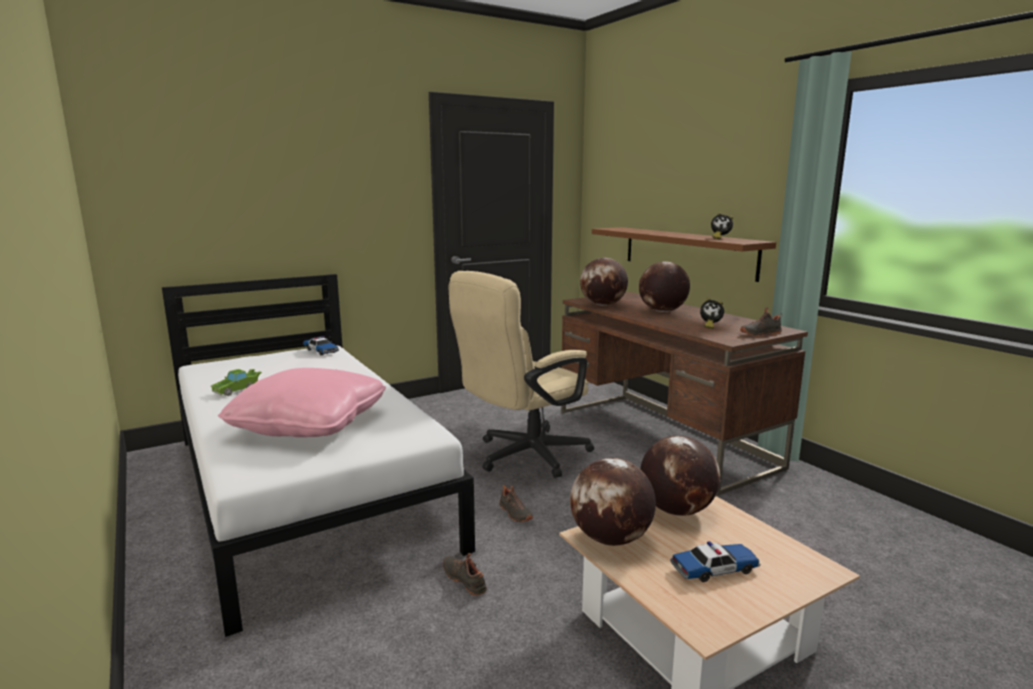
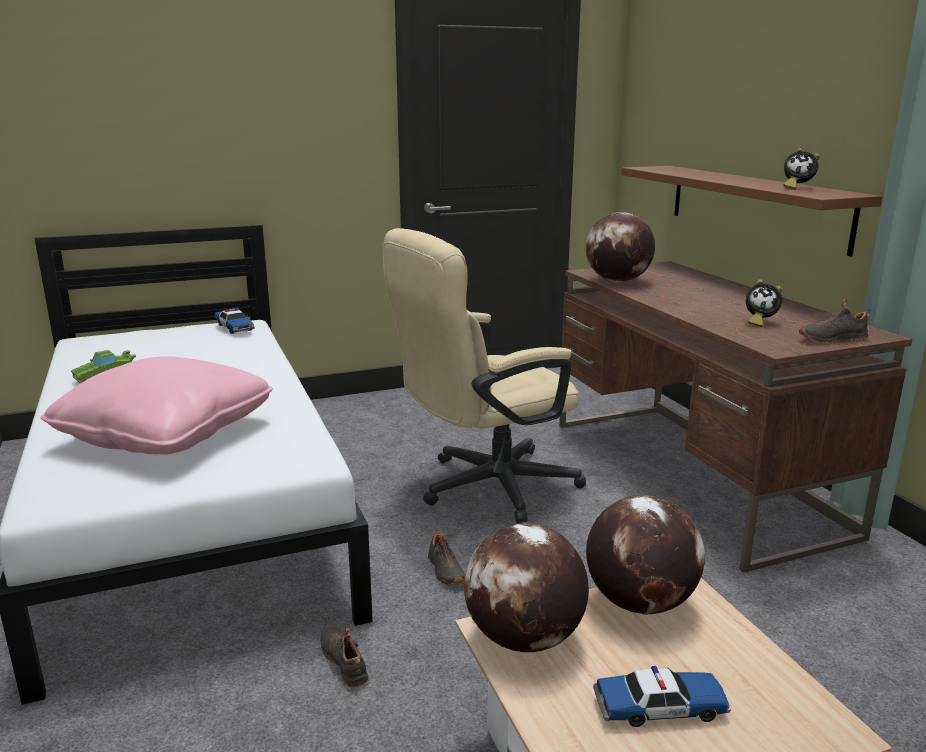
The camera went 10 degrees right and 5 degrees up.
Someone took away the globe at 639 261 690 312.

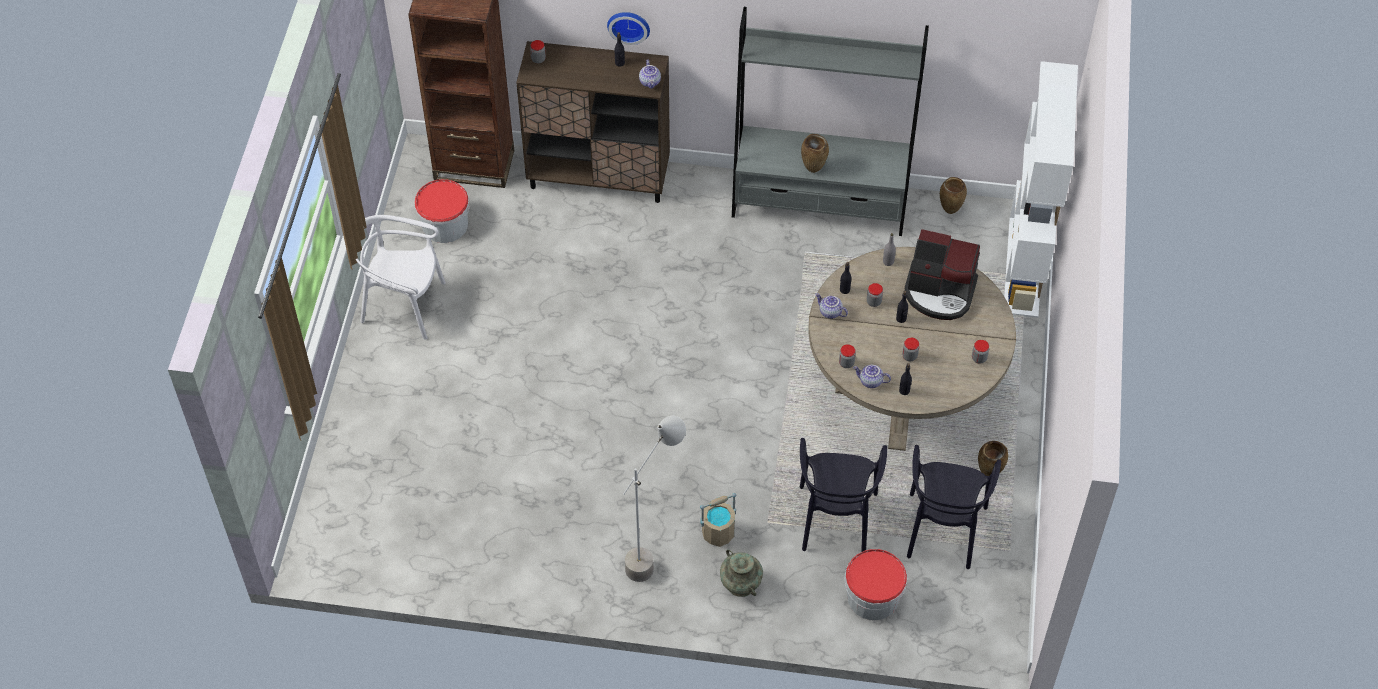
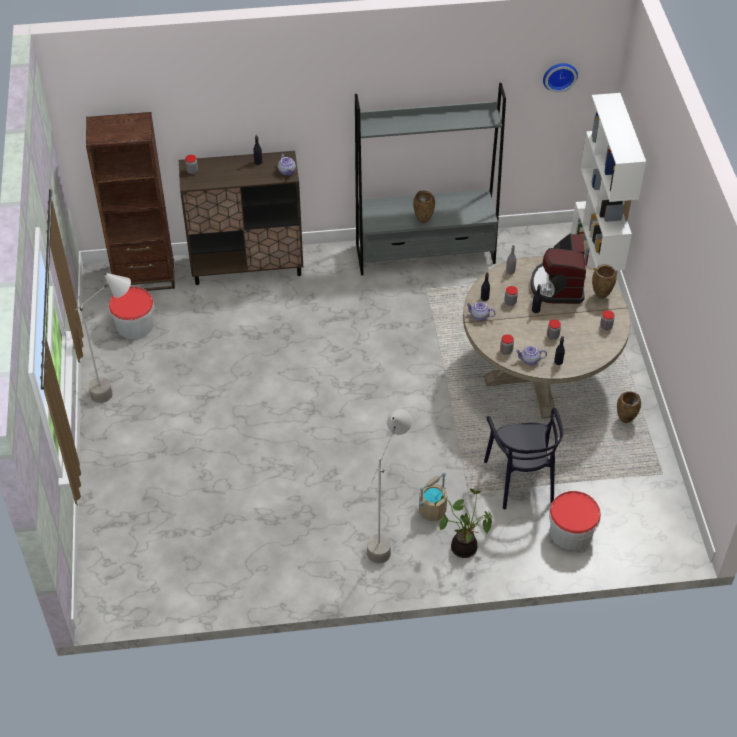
The camera went 15 degrees left and 5 degrees down.
Someone carried the horloge murale from 607 12 650 45 to 543 63 578 93.
Someone carried the vase/marron from 940 177 967 214 to 592 264 617 299.
Someone swapped the chaise/blanc at 356 215 446 340 for the lampadaire/gris at 75 273 131 403.
Someone rotated the machine à café at 905 229 980 320 by 90 degrees clockwise.
Someone took away the chaise/noir at 907 445 1001 569.
Someone swapped the vase/turquoise at 720 549 763 597 for the plante en pot at 434 489 493 558.

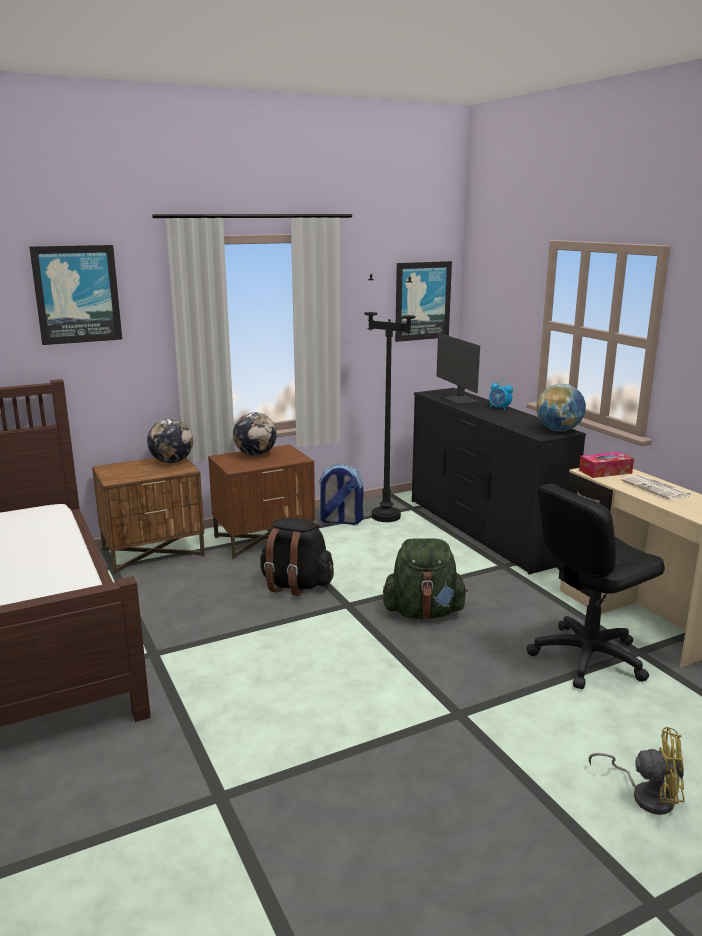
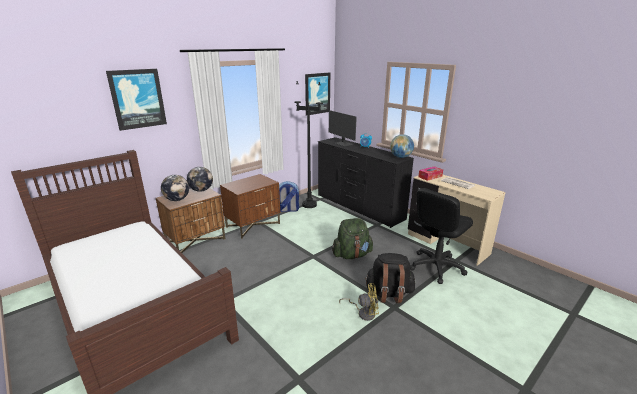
The camera went 15 degrees left and 5 degrees up.
Someone carried the globe from 233 412 277 456 to 161 175 189 201.
Someone carried the sac à dos/noir from 260 518 334 596 to 365 253 415 303.
Someone carried the ventilateur/jaune from 589 727 685 815 to 339 283 379 321.

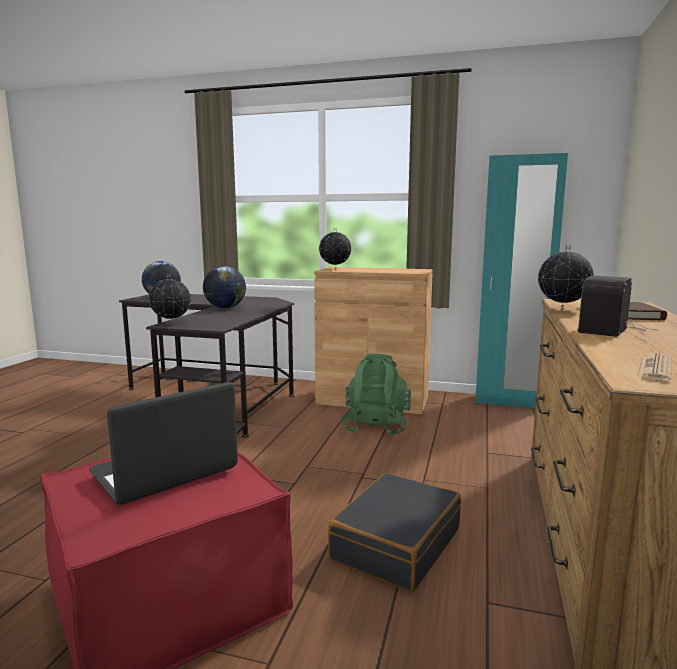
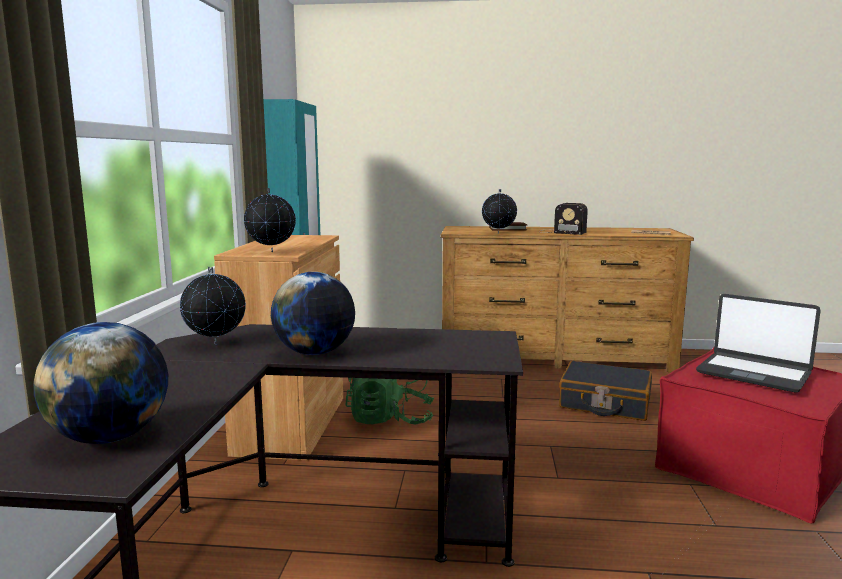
The camera went 100 degrees left and 0 degrees up.
Someone carried the globe from 149 274 191 324 to 180 267 246 345.

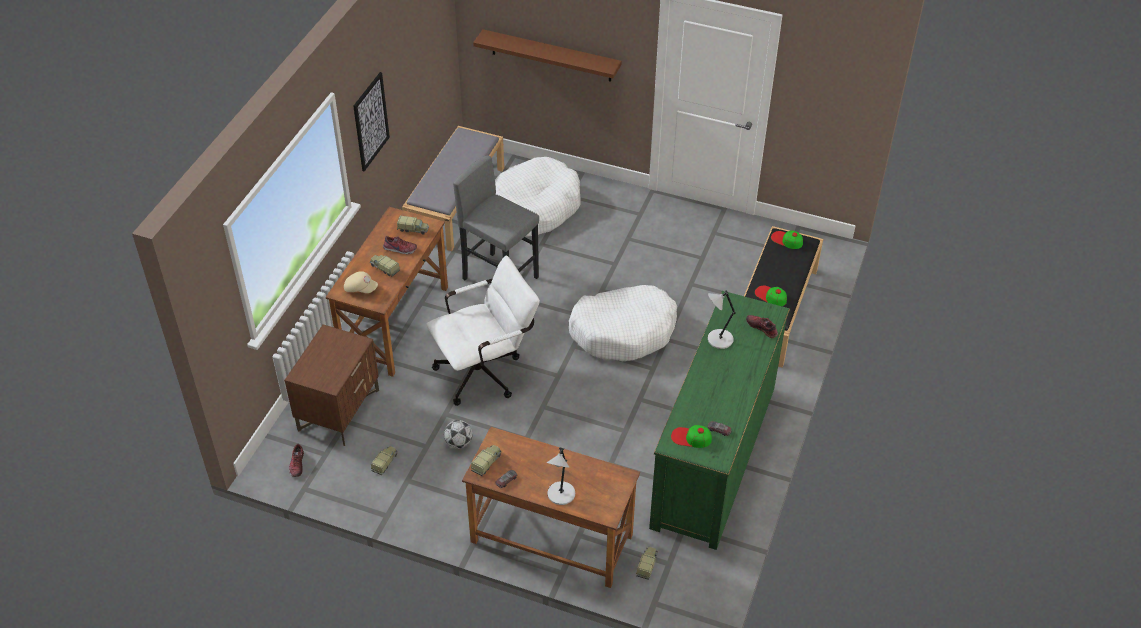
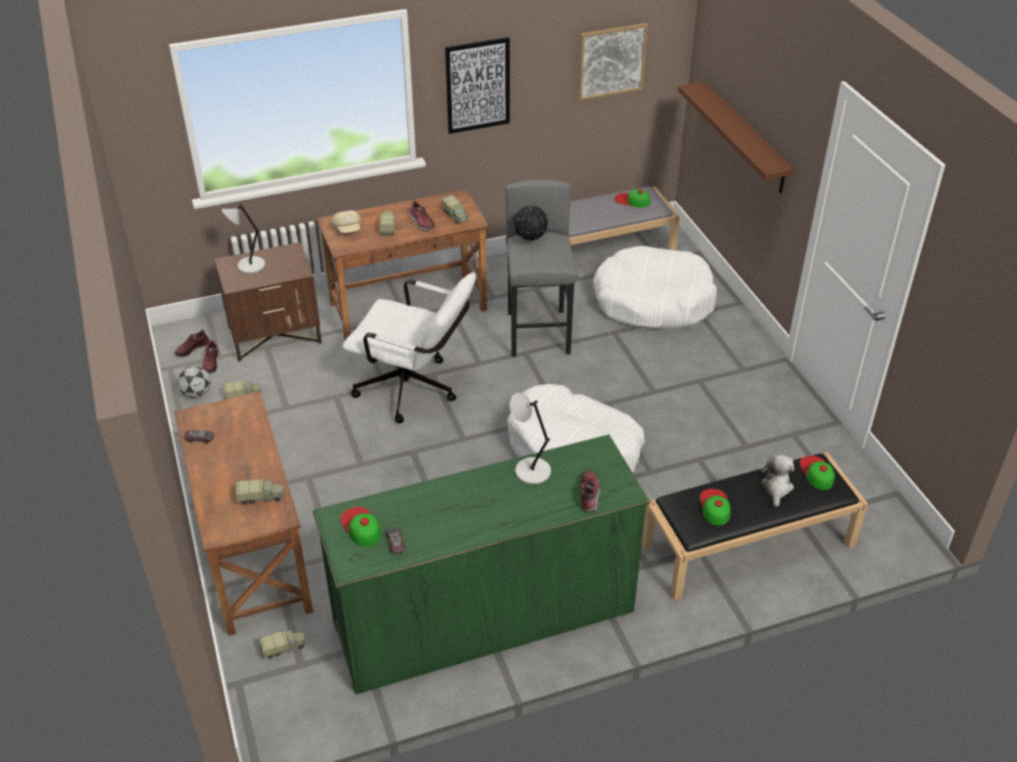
The camera went 50 degrees right and 5 degrees down.
Someone carried the ballon de foot from 444 420 473 449 to 177 366 211 398.
Someone carried the camion jouet from 471 445 502 476 to 236 479 284 505.
Someone carried the lampe de table/gris from 547 447 575 505 to 222 203 265 274.
Someone put up the tableau at 578 23 648 101.
Someone put down the casquette at 614 189 650 208.
Someone put down the globe at 513 204 548 242.
Someone put down the chaussure at 202 340 219 373.
Someone put down the peluche at 761 455 794 507.

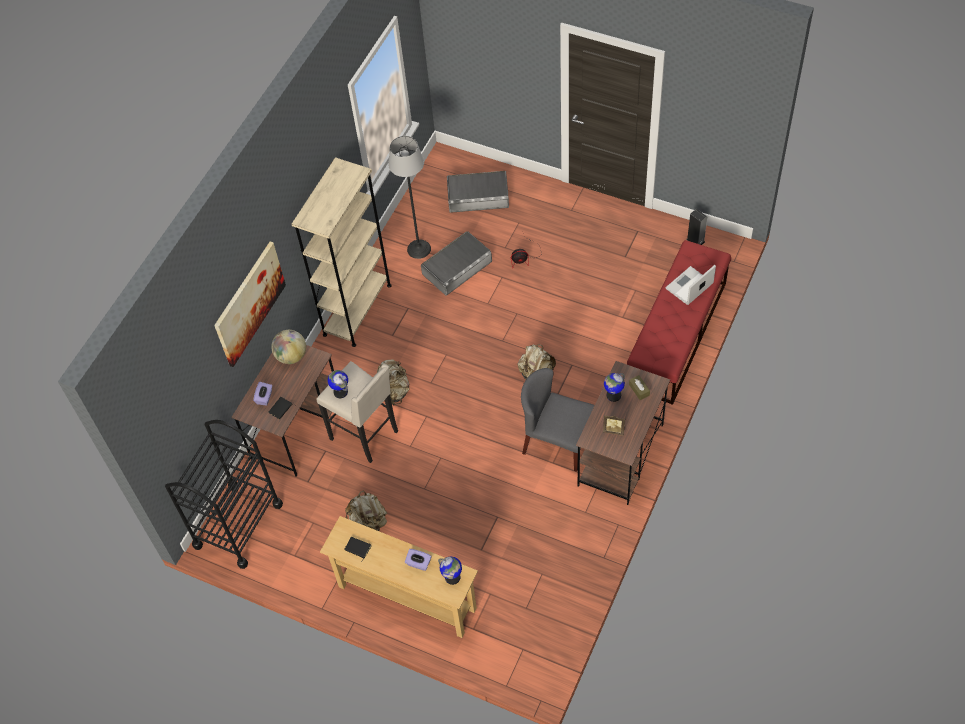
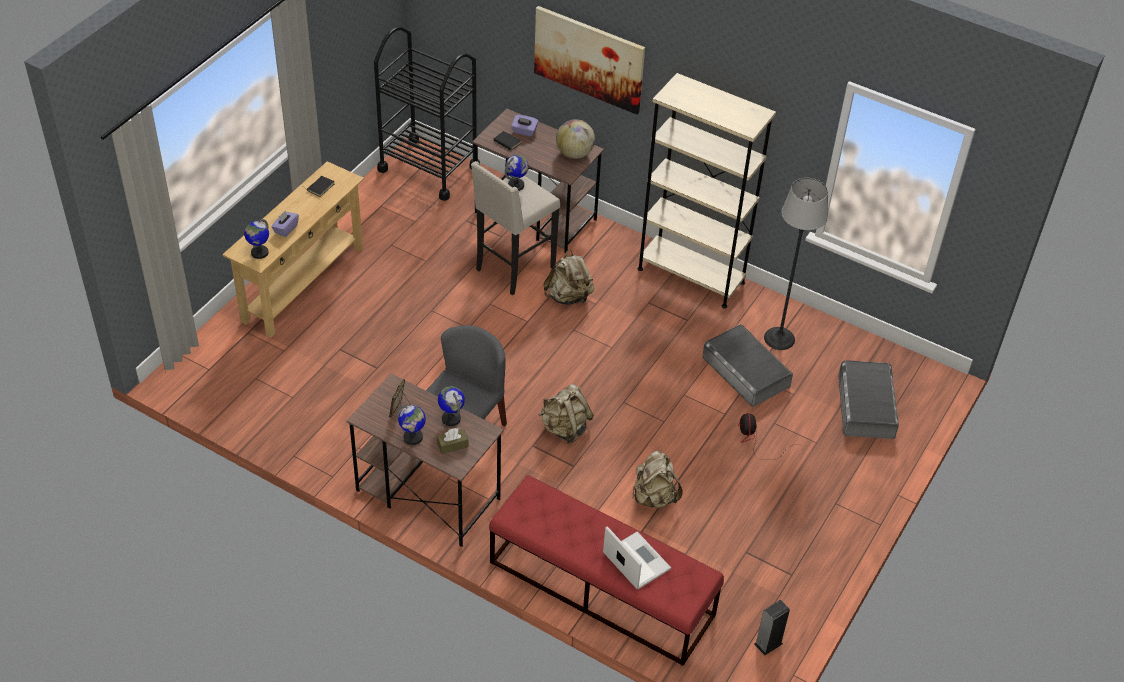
The camera went 90 degrees right and 10 degrees down.
Someone carried the sac à dos/beige from 345 491 387 531 to 632 451 683 509.
Someone put down the globe at 397 405 426 445.

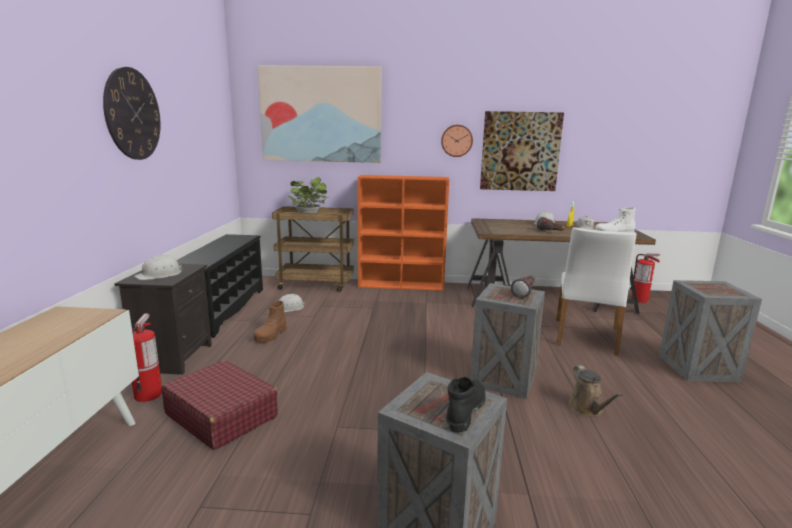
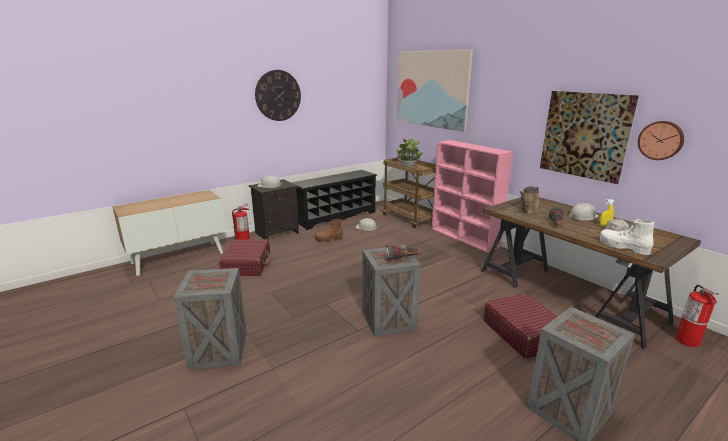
The camera went 50 degrees right and 5 degrees up.
Someone carried the horloge murale from 441 125 473 157 to 638 121 684 160.
Someone repainted the bibliothèque/orange at 358 175 449 291, which became the bibliothèque/rose at 432 140 513 253.
Someone swapped the chaise/blanc at 556 227 637 356 for the valise/rouge at 484 294 557 359.
Someone carried the arrosoir/marron from 568 365 623 417 to 517 186 540 215.
Someone took away the botte/noir at 446 377 485 433.

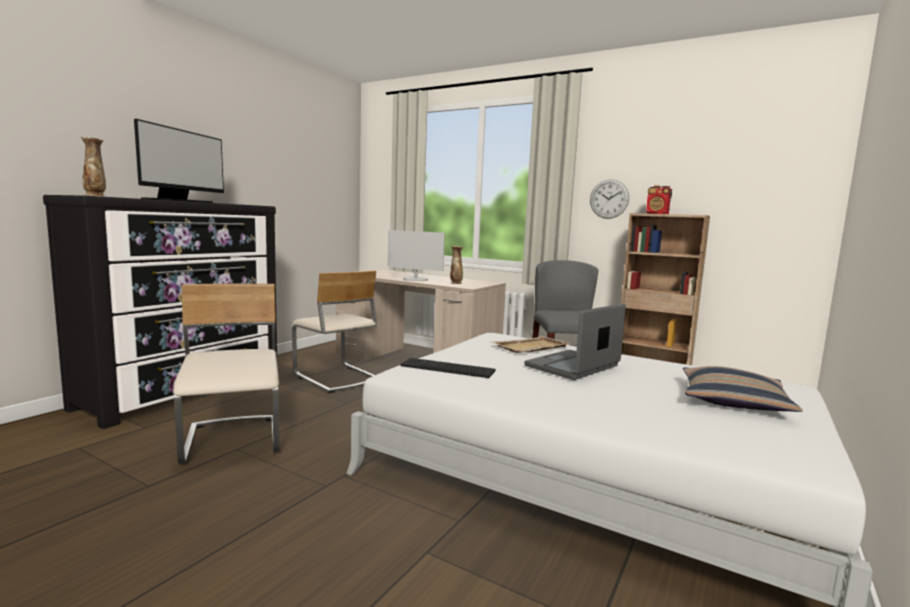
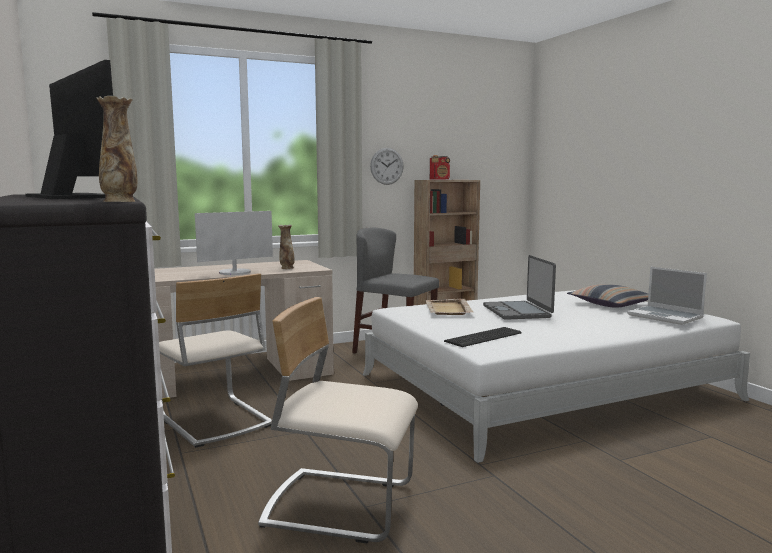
The camera went 55 degrees left and 0 degrees up.
Someone rotated the chaise/beige at 292 270 377 393 by 60 degrees clockwise.
Someone put down the ordinateur portable at 627 267 707 325.

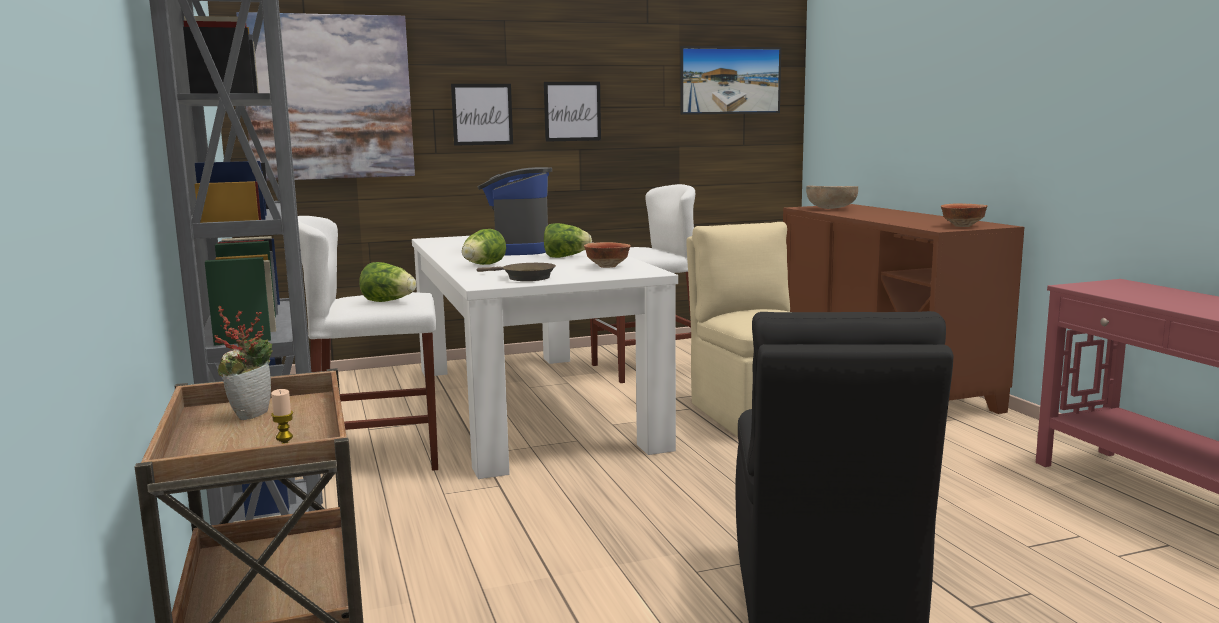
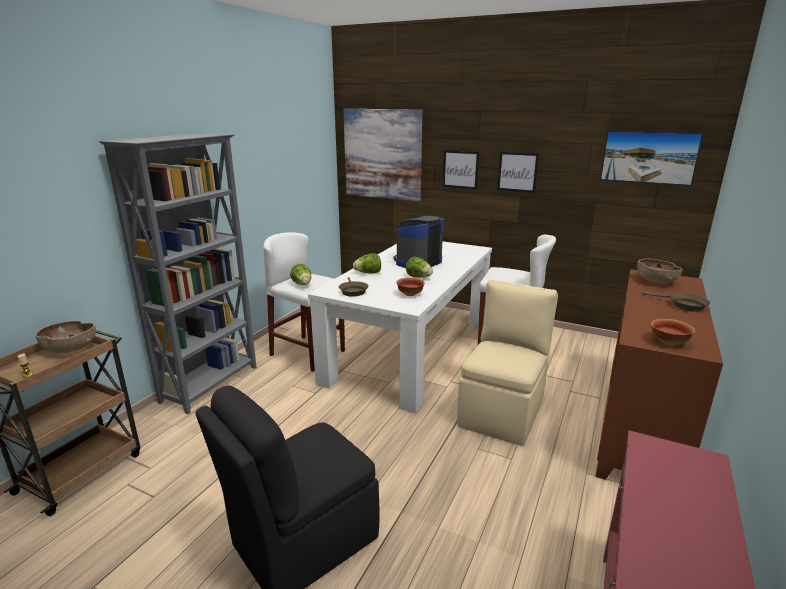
The camera went 45 degrees right and 10 degrees up.
Someone swapped the plante en pot at 214 306 273 420 for the bol/marron at 35 321 96 353.
Someone put down the poêle/marron at 642 292 710 312.

